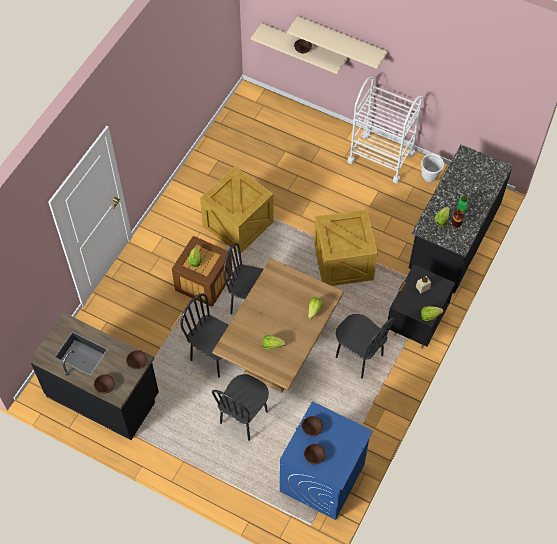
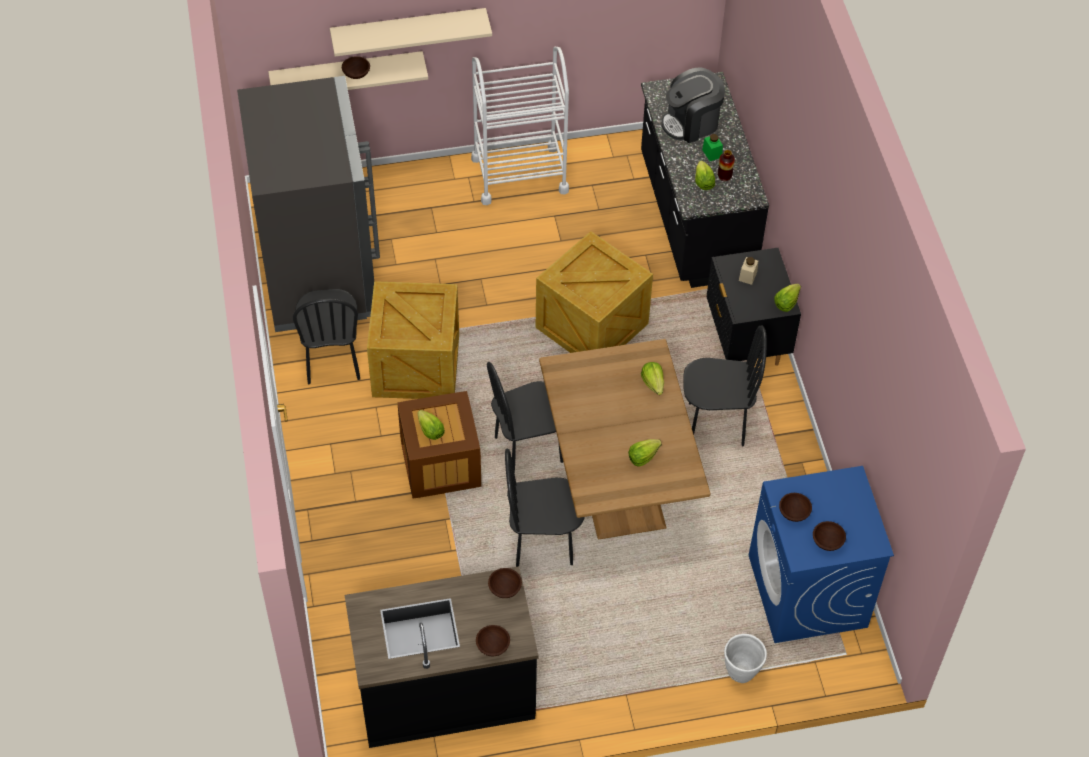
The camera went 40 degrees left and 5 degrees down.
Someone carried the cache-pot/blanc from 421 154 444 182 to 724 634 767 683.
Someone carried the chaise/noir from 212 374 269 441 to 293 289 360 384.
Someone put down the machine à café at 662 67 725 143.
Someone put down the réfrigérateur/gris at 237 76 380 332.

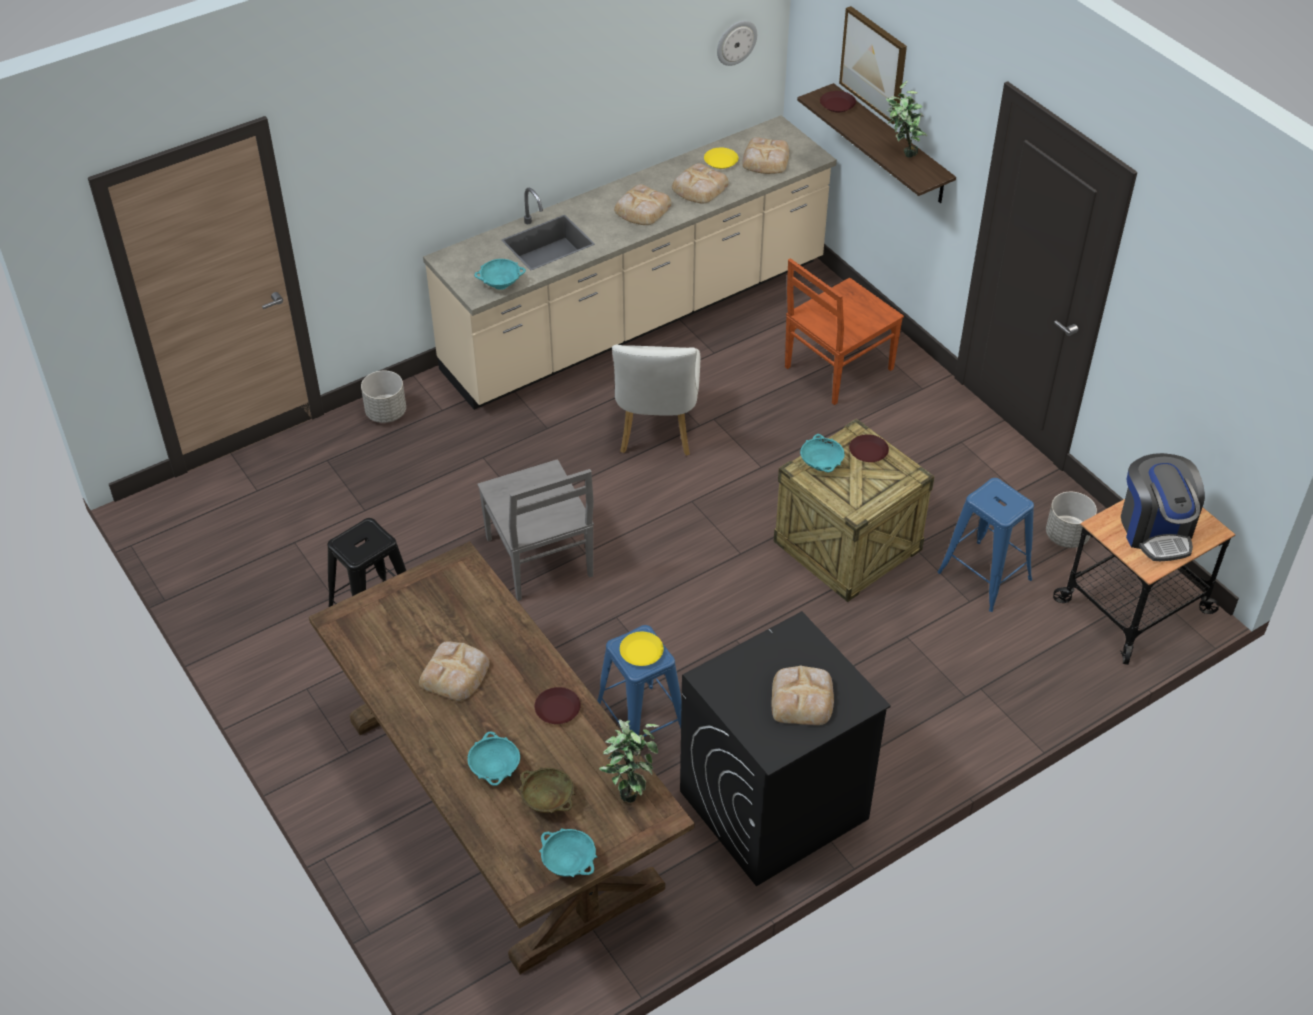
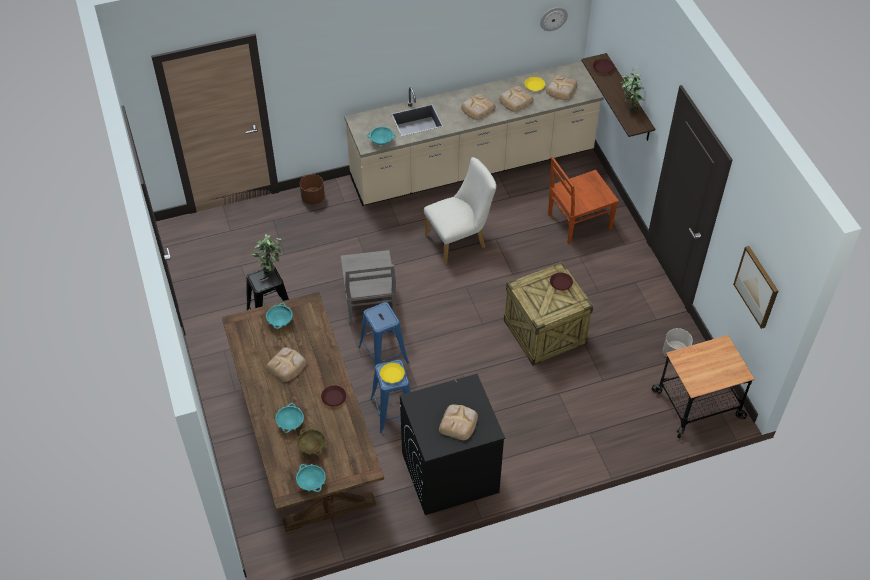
The camera went 15 degrees right and 5 degrees up.
Someone carried the tableau from 839 6 907 124 to 733 246 778 329.
Someone rotated the chaise/blanc at 612 345 700 456 by 135 degrees counterclockwise.
Someone repainted the cache-pot/gris at 361 370 406 423, which became the cache-pot/marron at 300 174 325 205.
Someone carried the bol/turquoise from 800 434 845 473 to 266 303 293 329.
Someone took away the machine à café at 1121 453 1205 561.
Someone carried the tabouret/bleu from 938 478 1034 612 to 358 302 409 366.
Someone carried the plante en pot from 599 719 659 803 to 251 234 281 275.

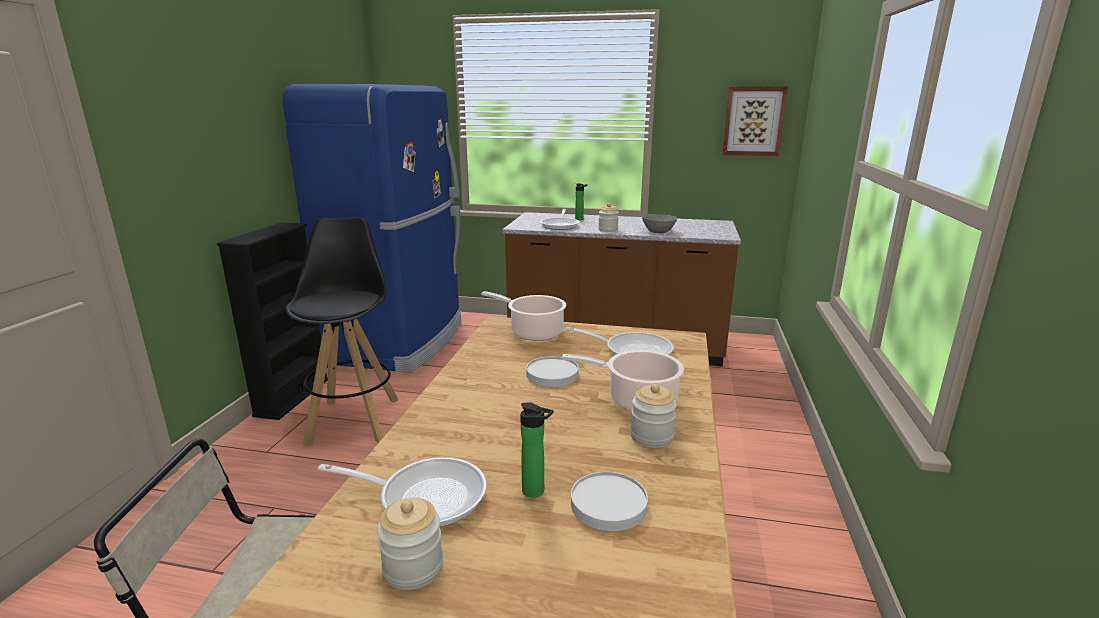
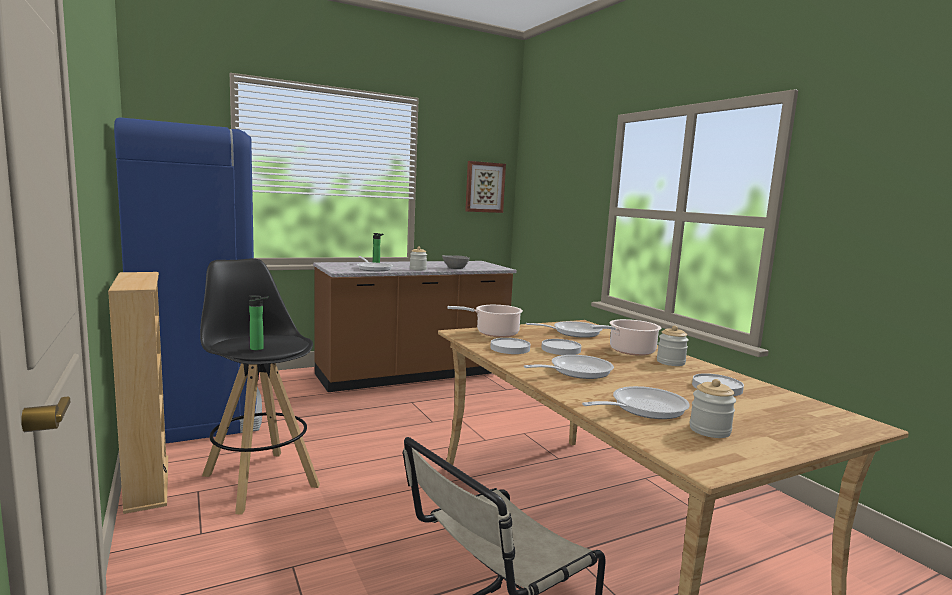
The camera went 40 degrees left and 10 degrees down.
Someone repainted the bibliothèque/noir at 217 222 328 420, which became the bibliothèque/beige at 108 272 168 514.
Someone carried the bouteille from 520 402 554 498 to 249 295 268 350.
Someone put down the assiette/blanc at 490 338 530 354.
Someone put down the poêle at 524 355 614 379.

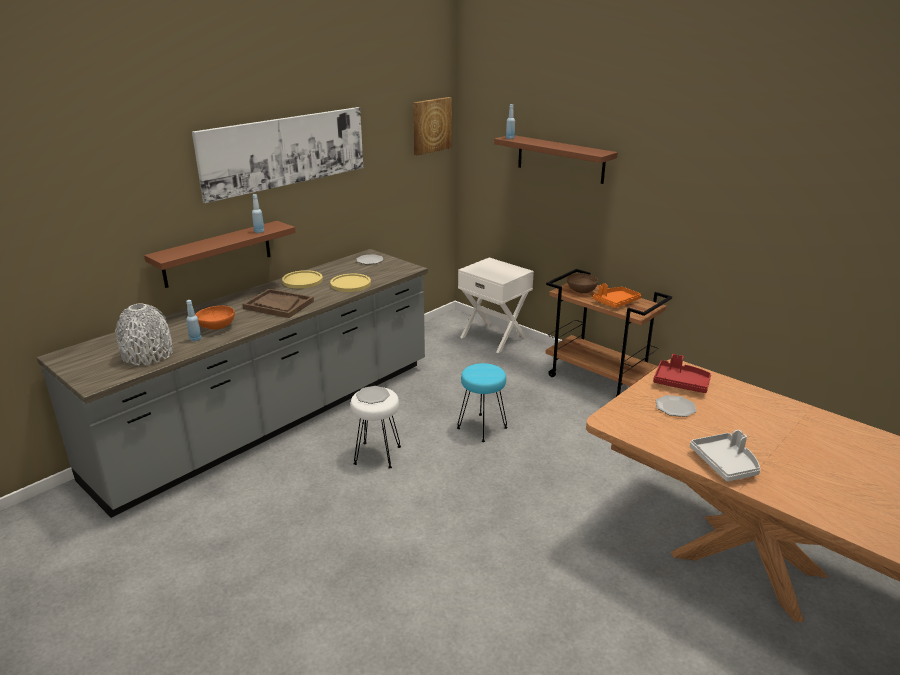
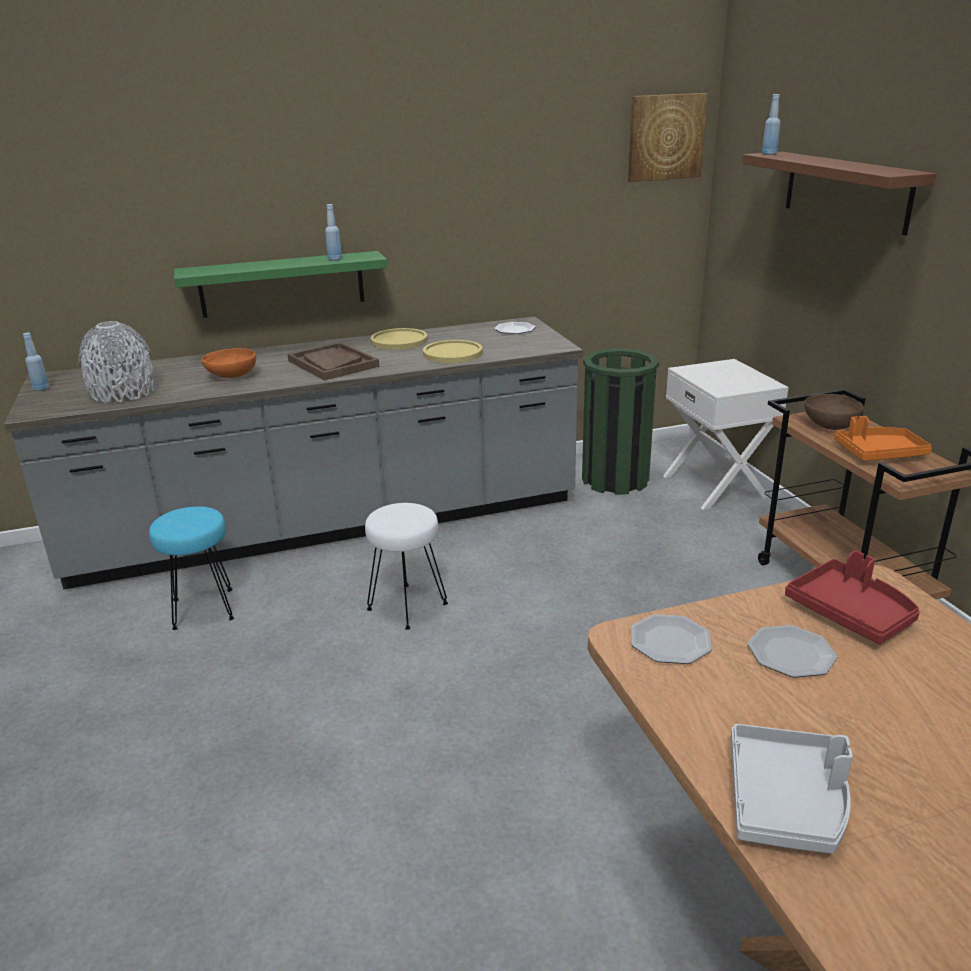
The camera went 30 degrees right and 0 degrees up.
Someone took away the tableau at 192 107 363 203.
Someone repainted the étagère/marron at 144 221 296 288, which became the étagère/vert at 174 251 388 318.
Someone carried the bouteille/bleu from 186 300 202 342 to 23 333 49 391.
Someone carried the tabouret/turquoise from 457 363 508 442 to 149 506 234 630.
Someone carried the assiette from 356 386 390 404 to 631 614 712 664.
Someone put down the poubelle/vert at 582 348 659 495.

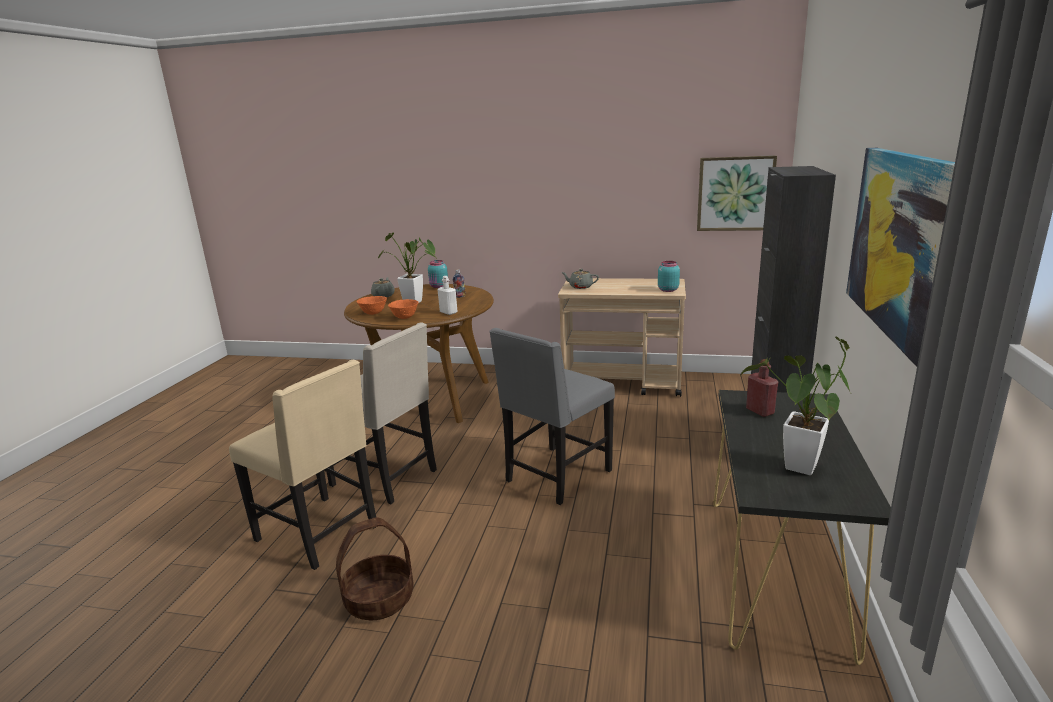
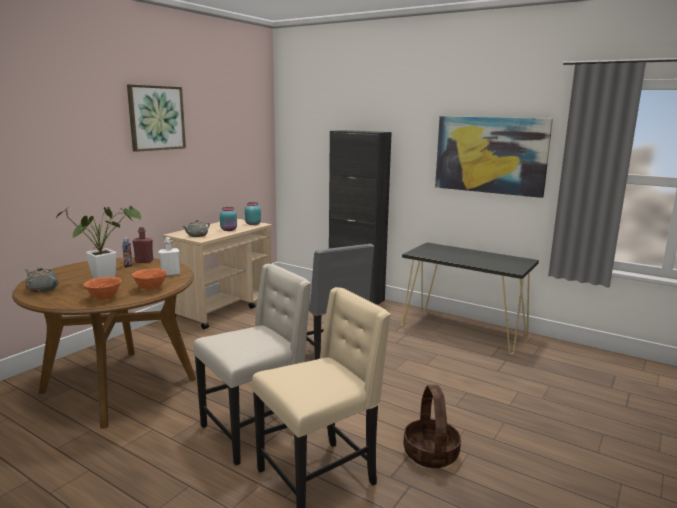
The camera went 70 degrees left and 5 degrees down.
Someone carried the tableau from 697 155 777 231 to 127 84 186 152.
Someone carried the bocal/turquoise from 428 260 448 288 to 220 207 237 231.
Someone took away the plante en pot at 741 337 851 475.
Someone carried the bouteille/rouge from 746 359 778 417 to 132 227 153 263.

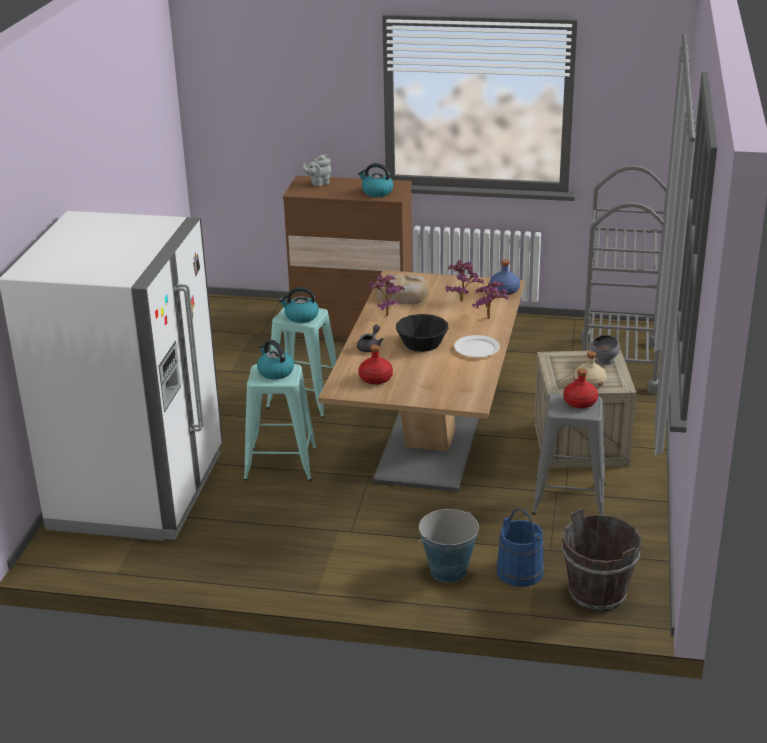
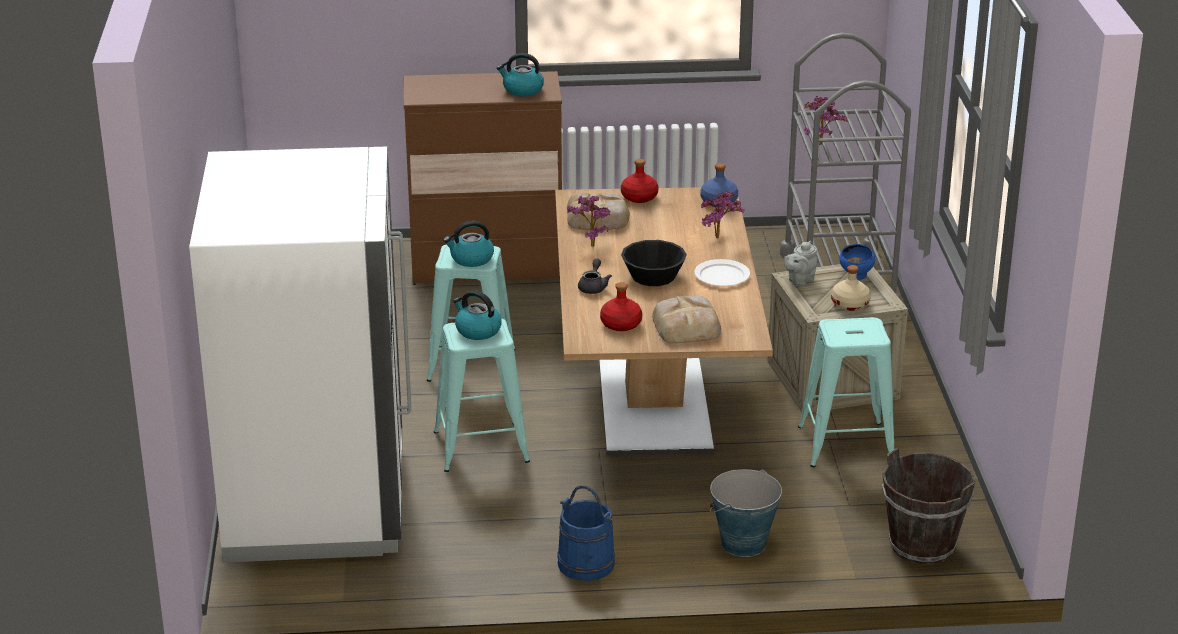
The camera went 15 degrees left and 0 degrees up.
Someone carried the théière/gris from 302 154 331 187 to 784 241 817 286.
Someone carried the plante en pot from 445 260 484 302 to 804 96 847 145.
Someone repainted the bol/gris at 591 335 620 365, which became the bol/bleu at 839 244 875 280.
Someone carried the bouteille/rouge from 563 368 598 408 to 621 159 659 203.
Someone repainted the tabouret/gris at 532 393 606 515, which became the tabouret/turquoise at 798 317 894 467.
Someone carried the seau/bleu from 497 508 544 587 to 557 485 615 581.
Someone put down the pain at 652 296 721 343.

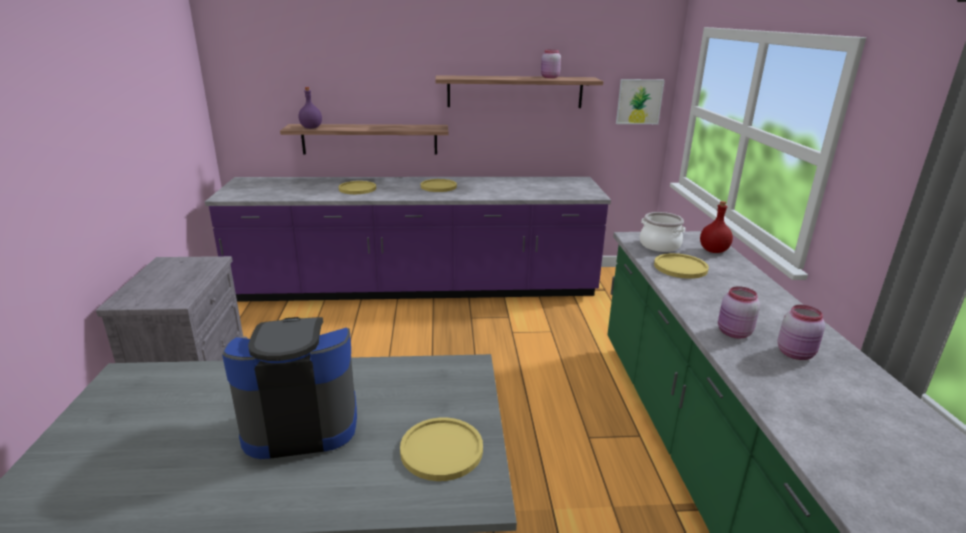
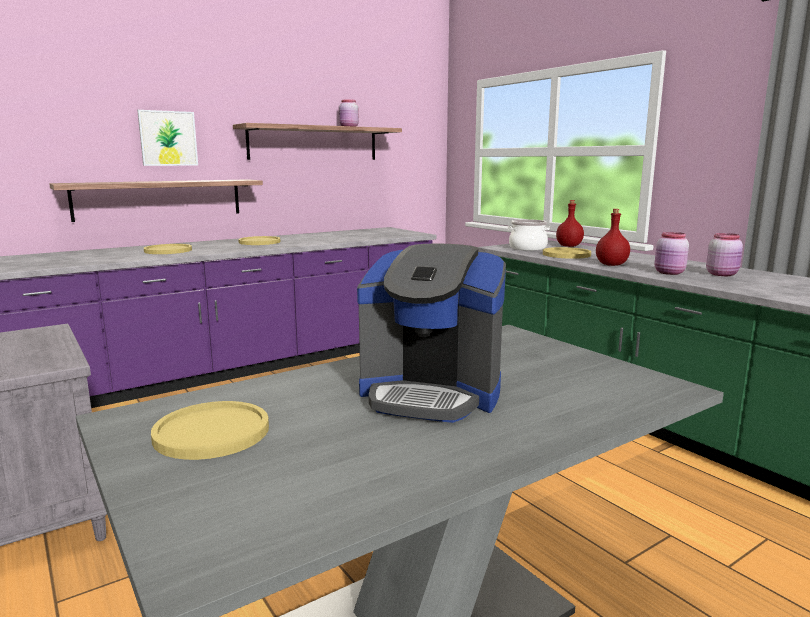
The camera went 30 degrees left and 10 degrees down.
Someone carried the tableau from 616 79 665 124 to 137 110 198 166.
Someone took away the bouteille/violet at 299 87 322 129.
Someone rotated the machine à café at 222 317 357 459 by 120 degrees counterclockwise.
Someone carried the assiette/jaune from 400 418 483 481 to 151 401 269 460.
Someone put down the bouteille/rouge at 596 209 630 266.

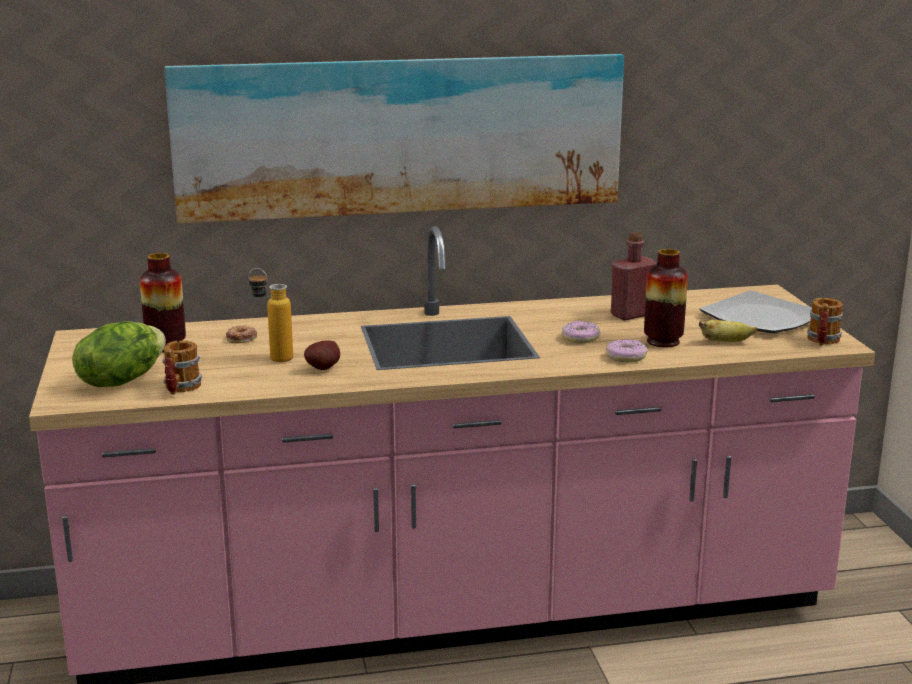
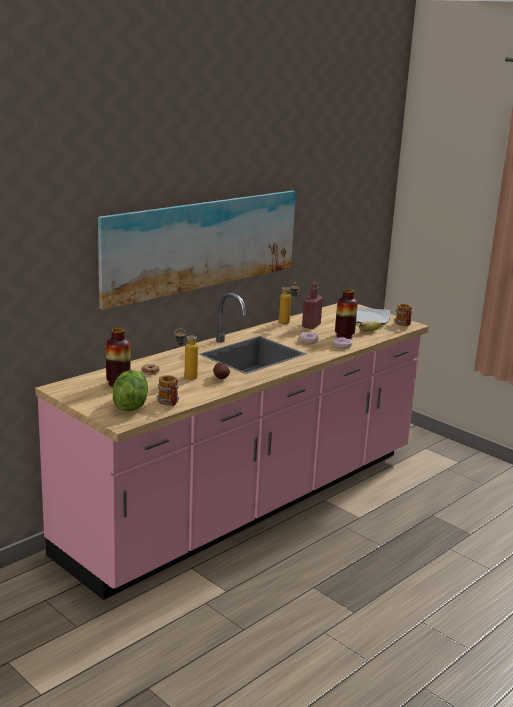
The camera went 35 degrees left and 0 degrees up.
Someone put down the bouteille at 279 282 299 324.

